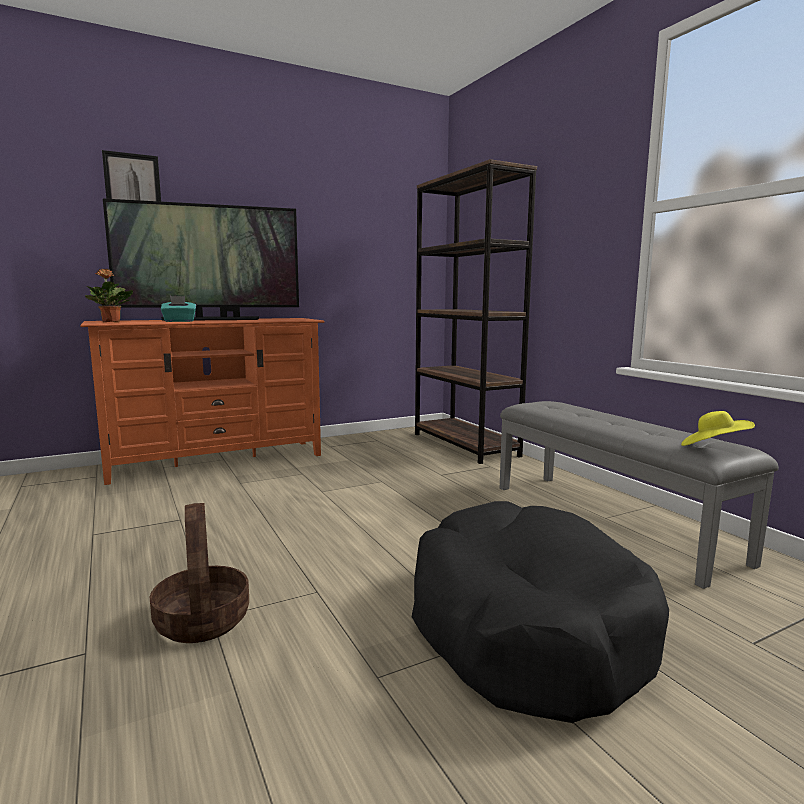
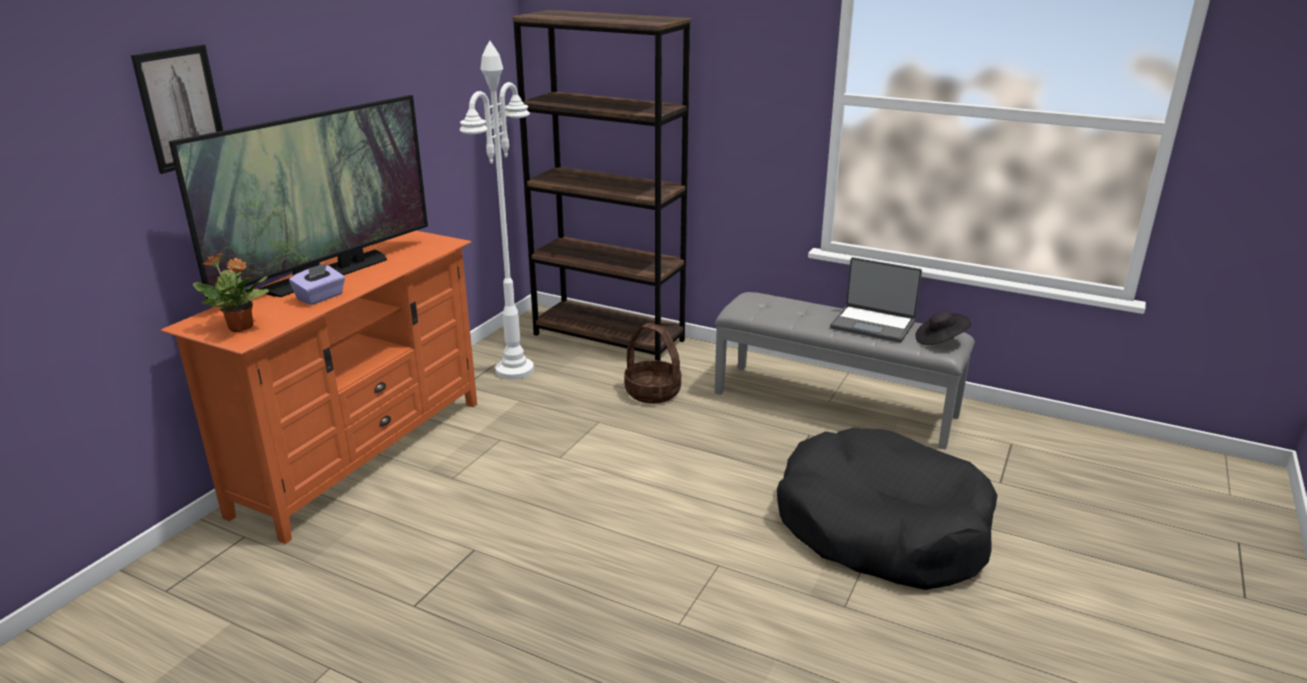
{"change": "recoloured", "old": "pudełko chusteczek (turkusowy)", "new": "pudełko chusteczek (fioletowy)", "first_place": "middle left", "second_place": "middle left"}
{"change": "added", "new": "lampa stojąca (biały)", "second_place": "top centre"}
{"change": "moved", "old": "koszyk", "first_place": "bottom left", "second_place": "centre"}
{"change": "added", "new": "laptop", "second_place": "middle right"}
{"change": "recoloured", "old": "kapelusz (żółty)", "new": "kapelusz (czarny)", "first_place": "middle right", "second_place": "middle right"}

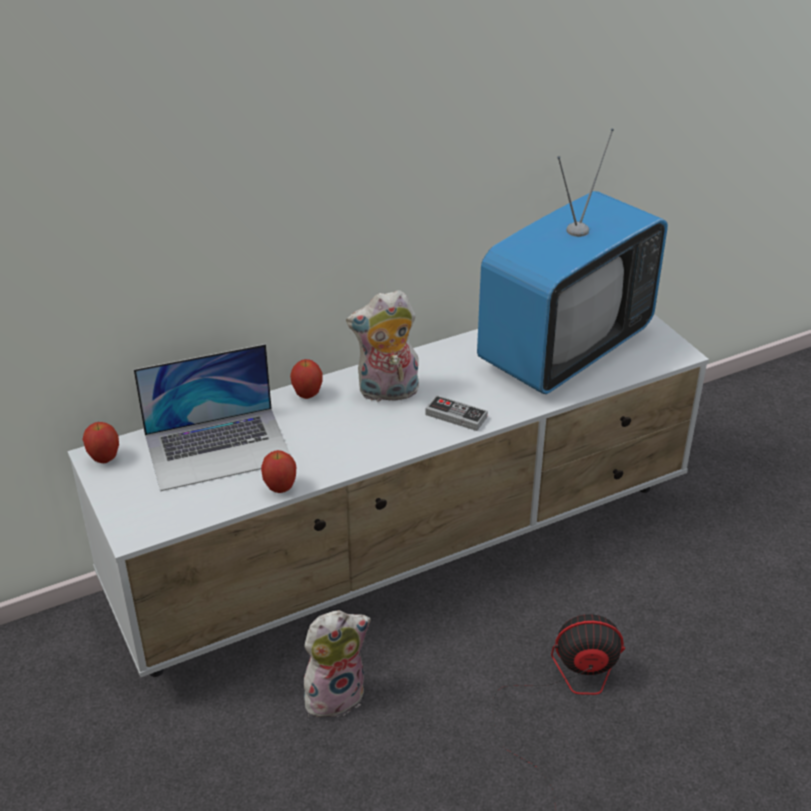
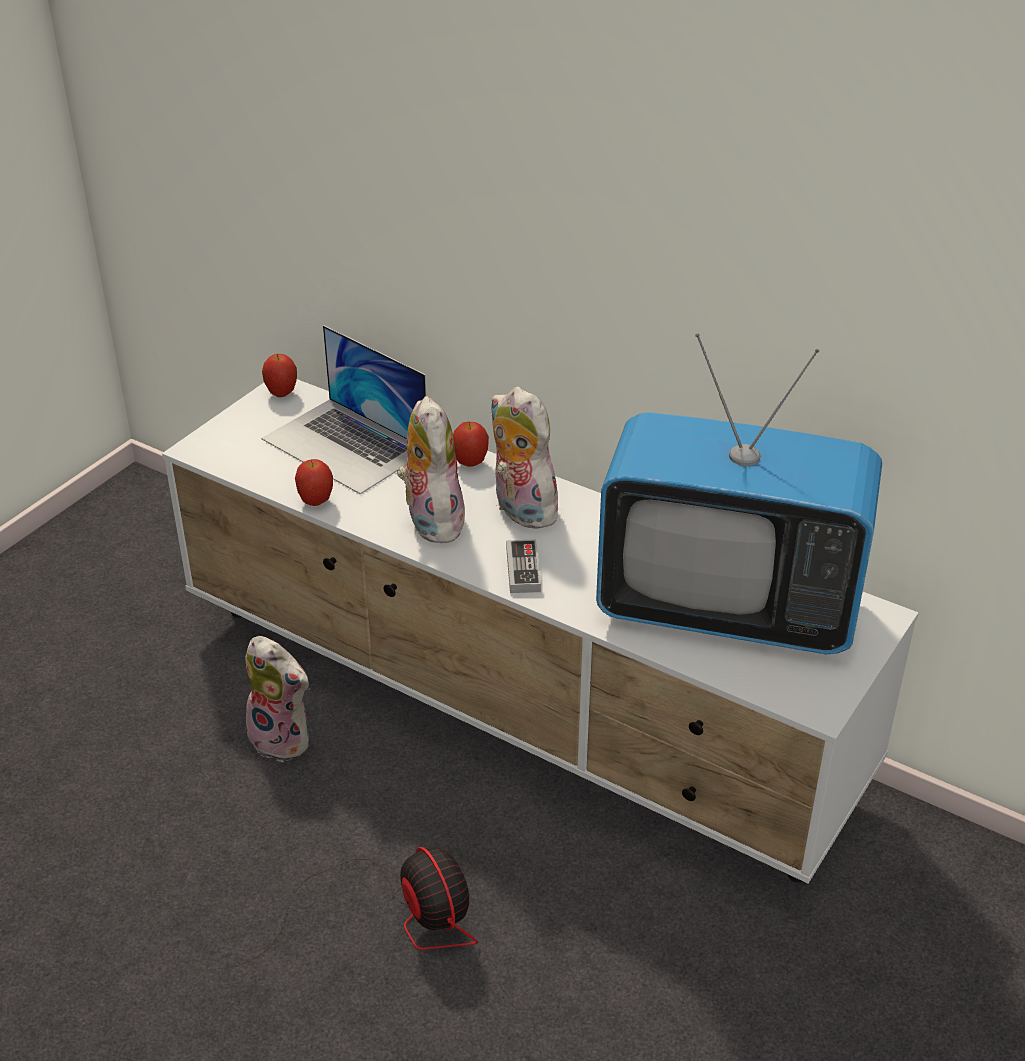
{"change": "added", "new": "pluszak (2nd from left)", "second_place": "centre"}

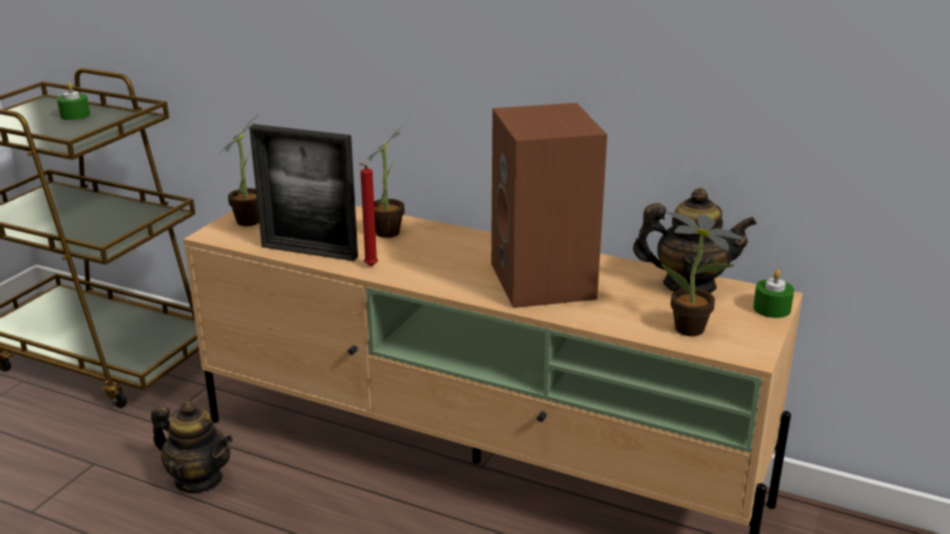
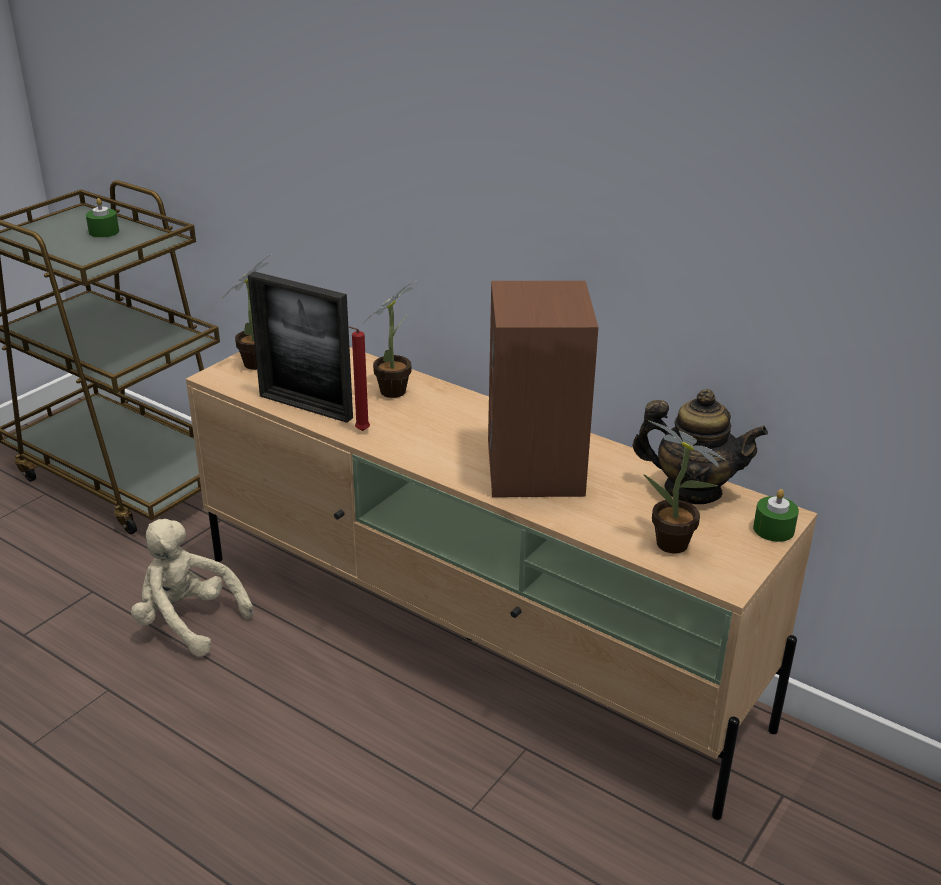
{"change": "replaced", "old": "imbryk (1st from left)", "new": "pluszak (beżowy)", "first_place": "bottom left", "second_place": "middle left"}

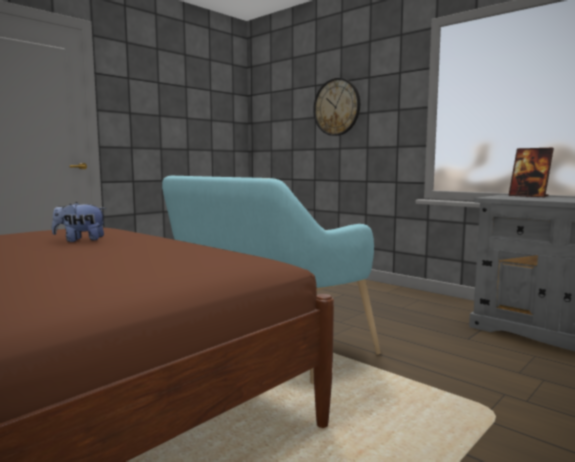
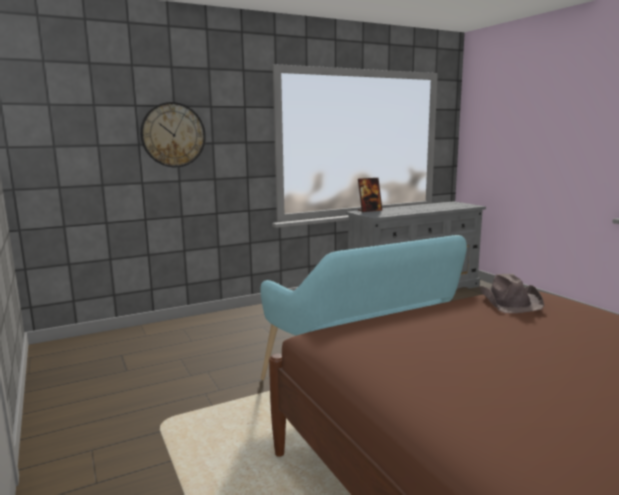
{"change": "added", "new": "kapelusz (brązowy)", "second_place": "middle right"}
{"change": "removed", "old": "pluszak", "first_place": "middle left"}

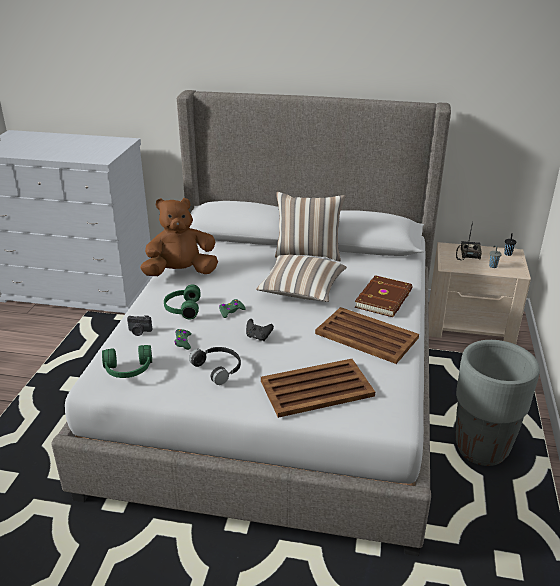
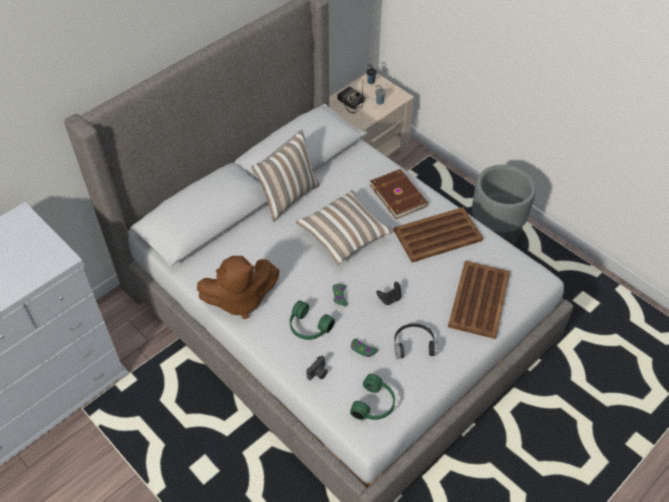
{"change": "turned", "old": "pluszak (brązowy)", "first_place": "middle left", "second_place": "centre", "degrees": -120}

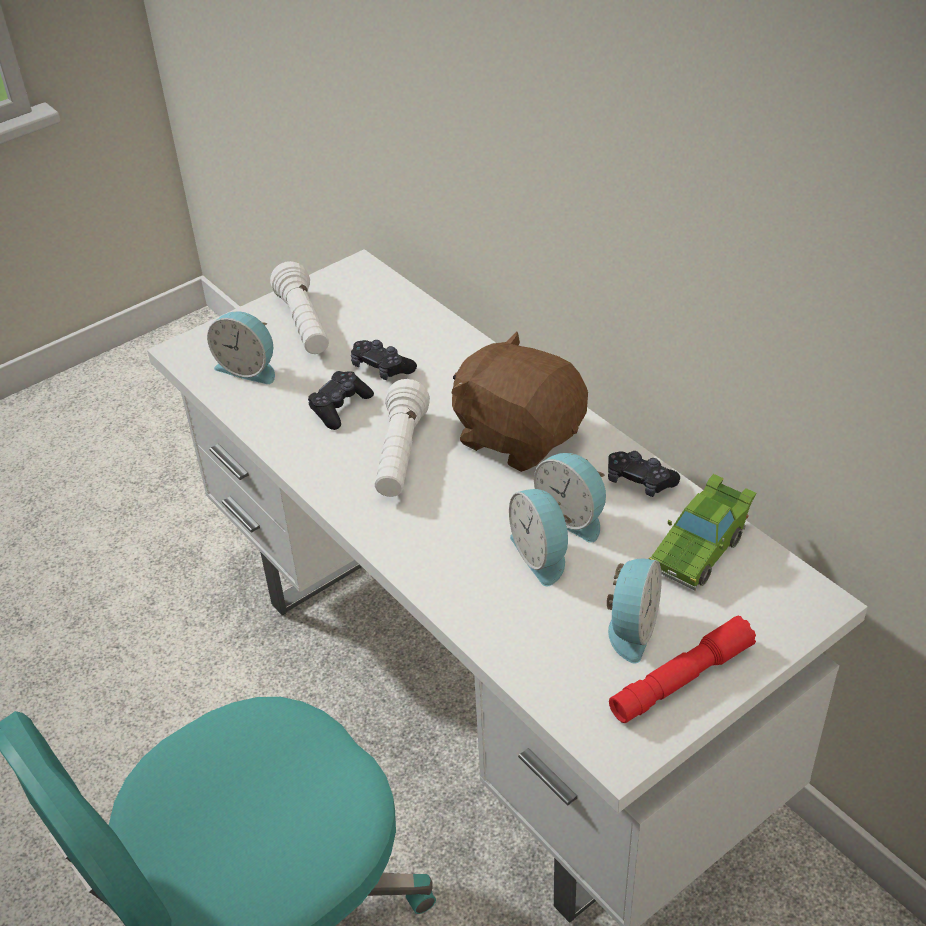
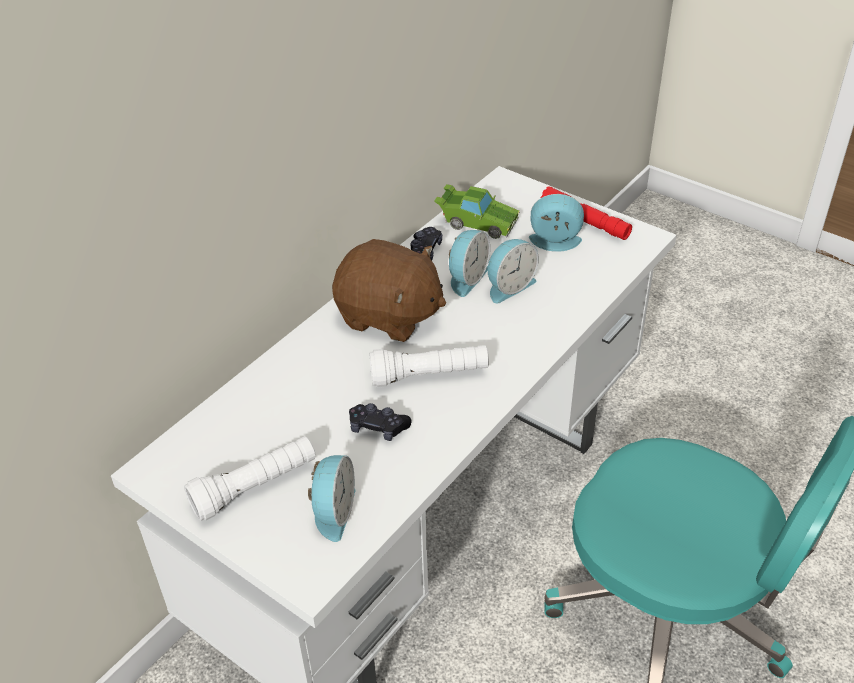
{"change": "turned", "old": "pluszak (brązowy)", "first_place": "centre", "second_place": "centre", "degrees": -90}
{"change": "removed", "old": "pad do gier (czarny) (2nd from left)", "first_place": "centre"}

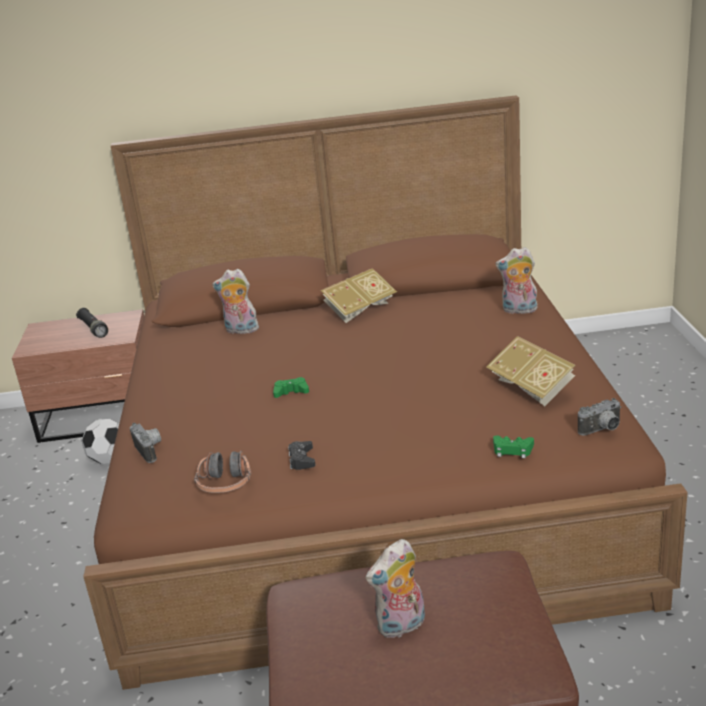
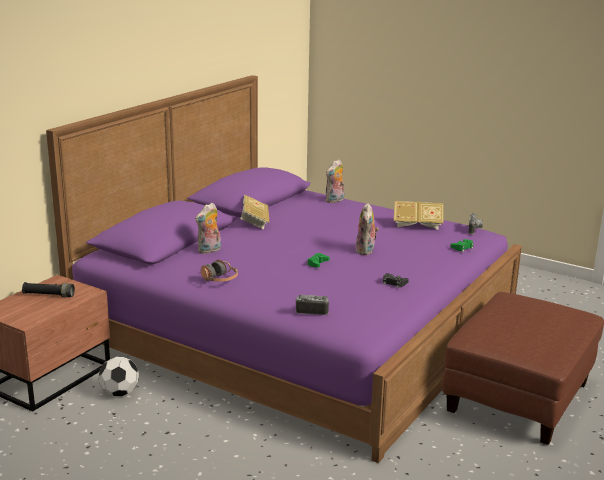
{"change": "recoloured", "old": "łóżko (brązowy)", "new": "łóżko (fioletowy)", "first_place": "centre", "second_place": "centre"}
{"change": "moved", "old": "słuchawki", "first_place": "bottom left", "second_place": "centre"}
{"change": "moved", "old": "pluszak (2nd from left in the first image)", "new": "pluszak (3rd from left)", "first_place": "bottom centre", "second_place": "centre"}

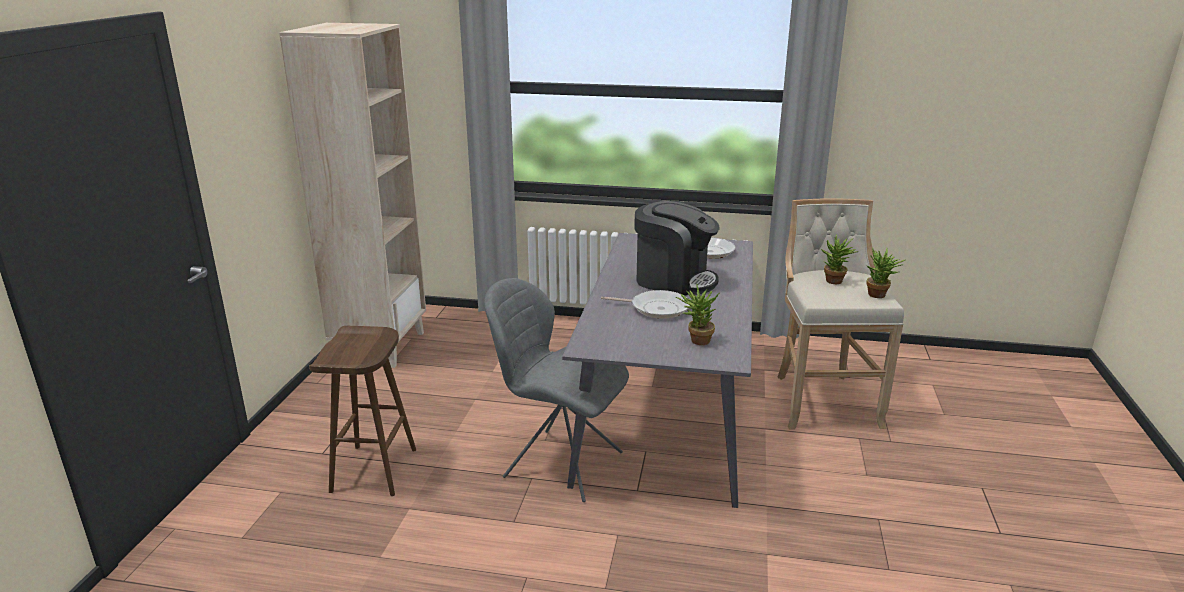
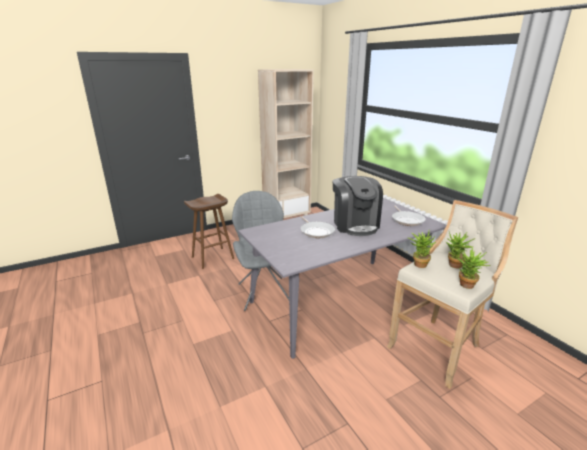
{"change": "moved", "old": "roślina doniczkowa (1st from left)", "first_place": "centre", "second_place": "middle right"}

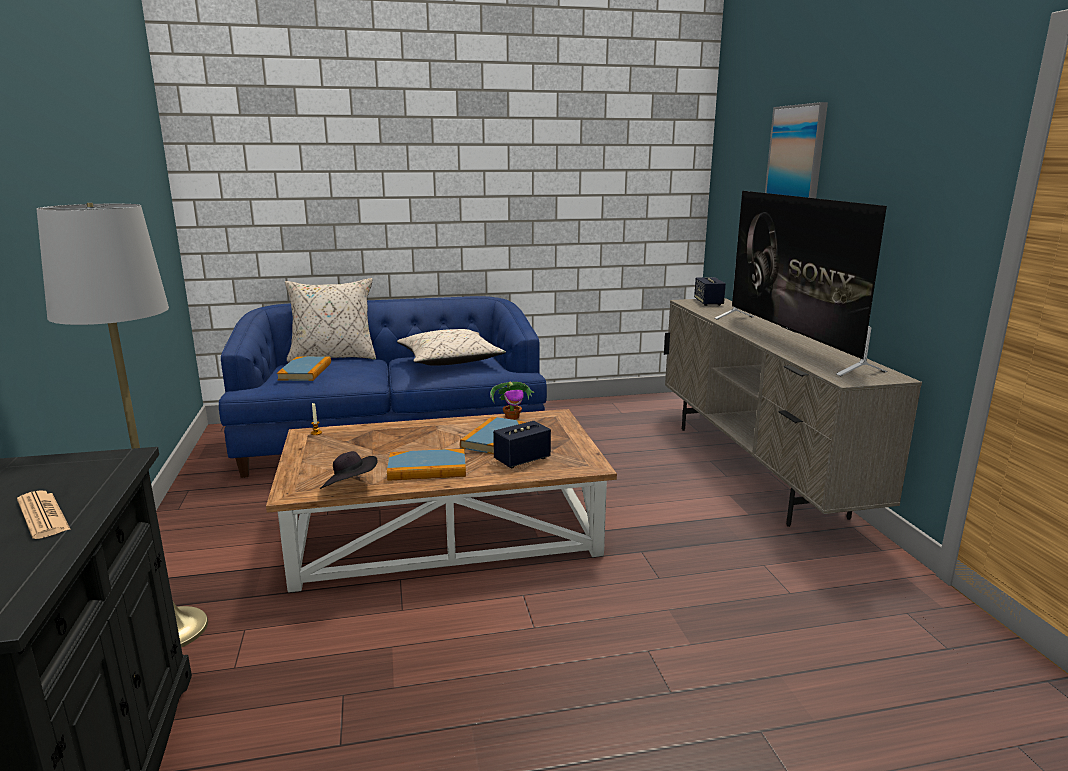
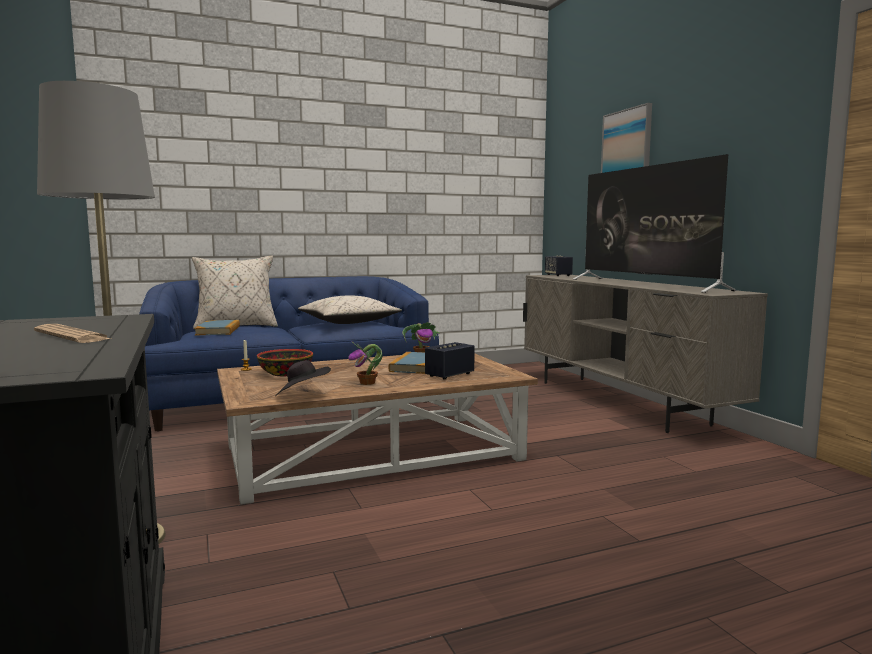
{"change": "added", "new": "miska", "second_place": "middle left"}
{"change": "replaced", "old": "książka (2nd from left)", "new": "roślina doniczkowa (1st from left)", "first_place": "centre", "second_place": "centre"}

